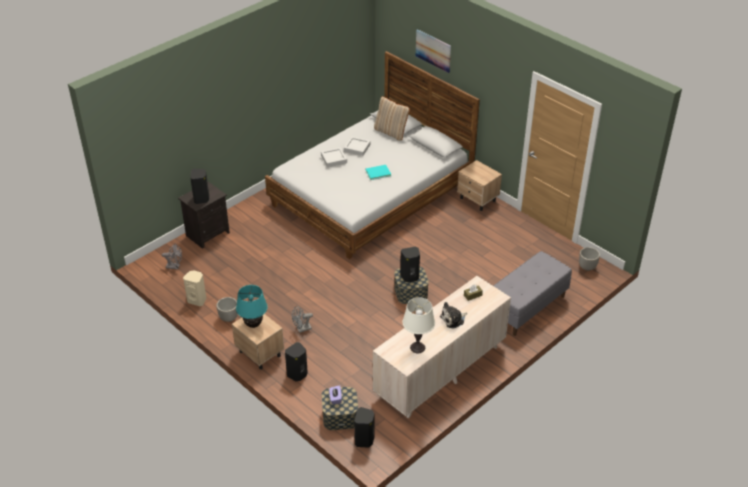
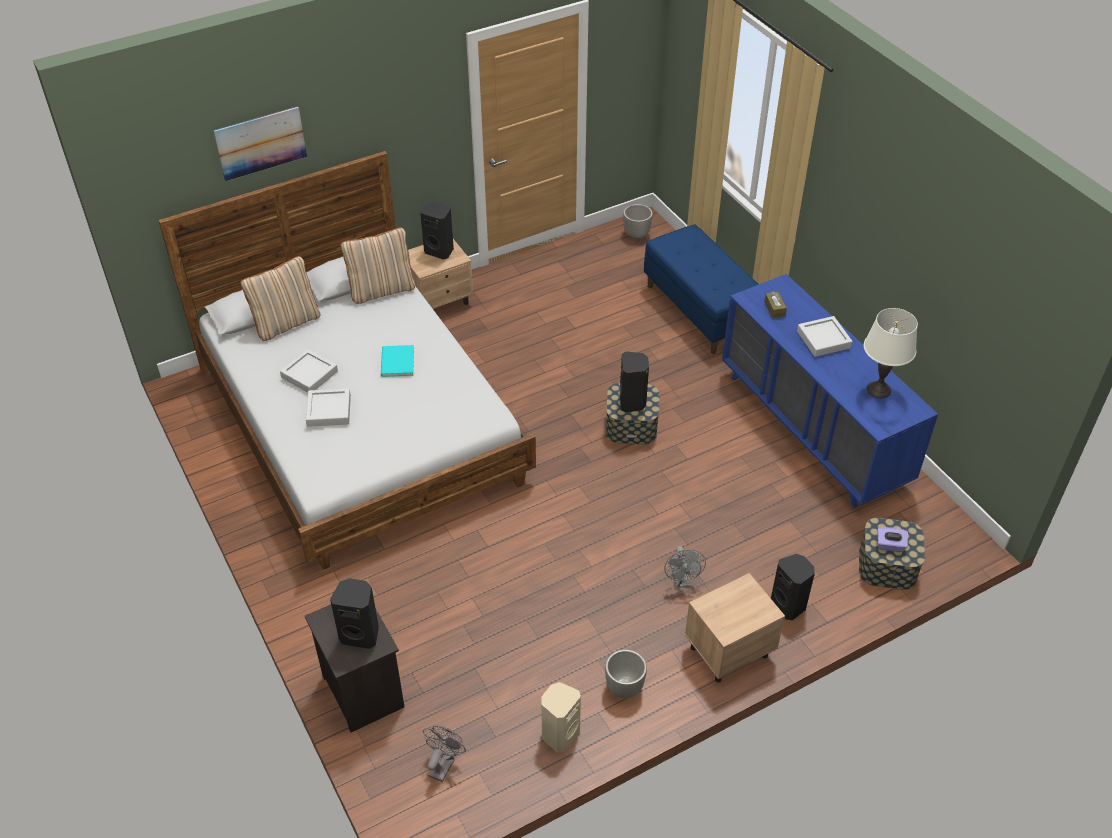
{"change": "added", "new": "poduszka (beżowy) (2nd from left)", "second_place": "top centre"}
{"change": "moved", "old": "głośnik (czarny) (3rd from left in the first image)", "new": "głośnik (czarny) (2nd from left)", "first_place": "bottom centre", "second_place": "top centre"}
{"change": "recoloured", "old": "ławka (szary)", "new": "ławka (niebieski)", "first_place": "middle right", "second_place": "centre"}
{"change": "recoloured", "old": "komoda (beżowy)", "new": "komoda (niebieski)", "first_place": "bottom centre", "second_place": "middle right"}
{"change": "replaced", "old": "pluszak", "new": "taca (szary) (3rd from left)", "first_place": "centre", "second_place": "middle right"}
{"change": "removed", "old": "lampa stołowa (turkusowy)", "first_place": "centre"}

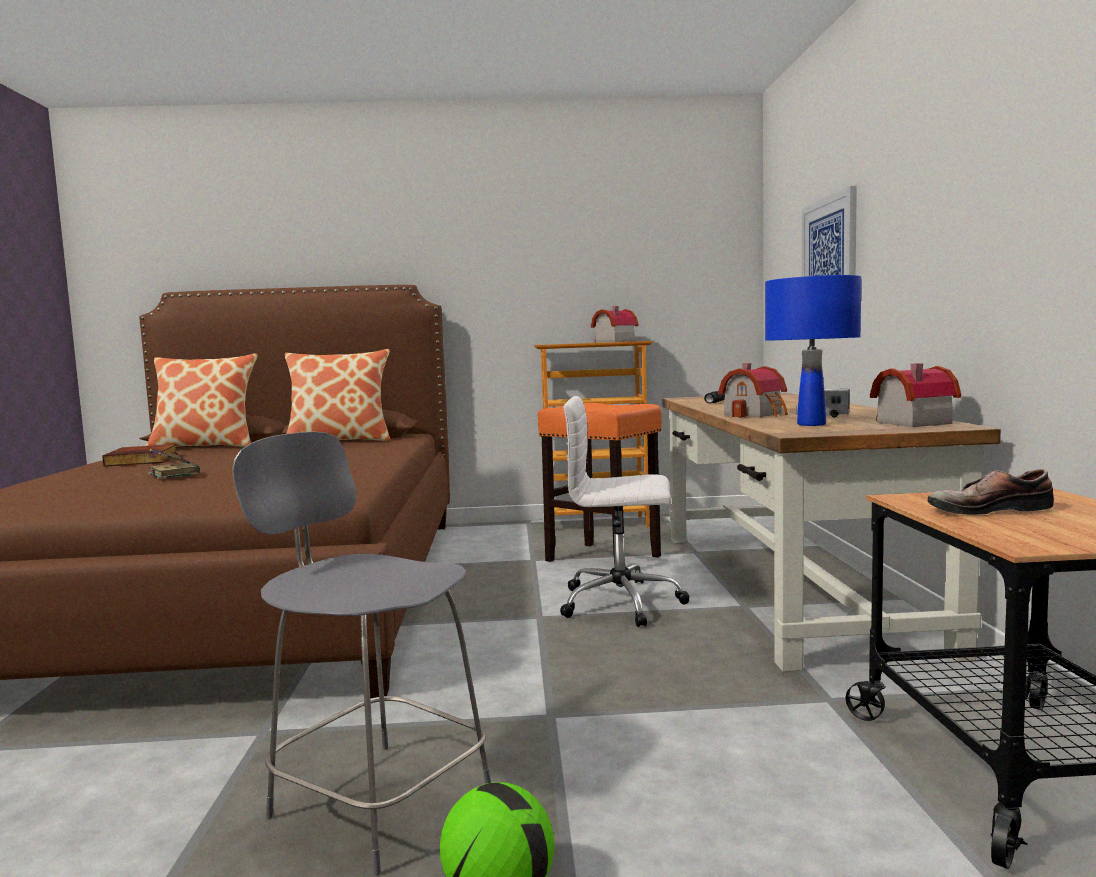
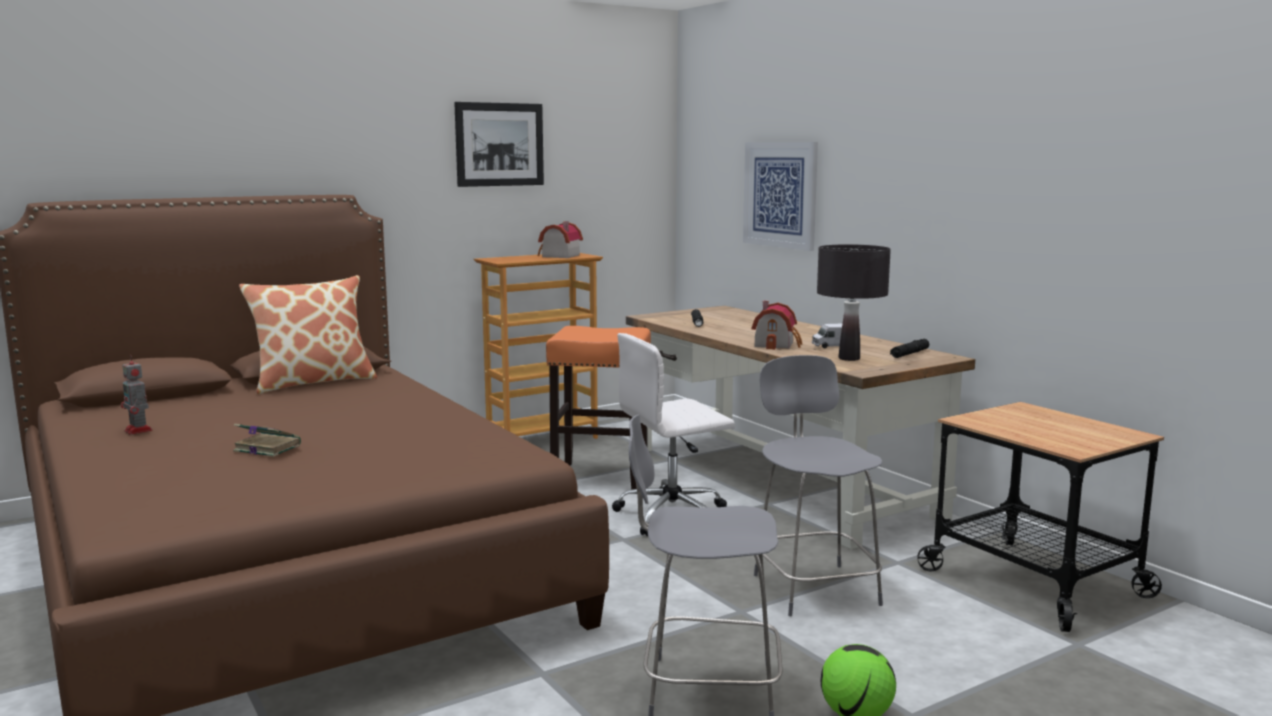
{"change": "replaced", "old": "książka (1st from left)", "new": "robot zabawkowy", "first_place": "middle left", "second_place": "middle left"}
{"change": "added", "new": "obraz (1st from left)", "second_place": "top centre"}
{"change": "added", "new": "stołek (szary) (2nd from left)", "second_place": "bottom centre"}
{"change": "recoloured", "old": "lampa stołowa (niebieski)", "new": "lampa stołowa (czarny)", "first_place": "middle right", "second_place": "middle right"}
{"change": "replaced", "old": "domek (3rd from left)", "new": "latarka (czarny) (2nd from left)", "first_place": "middle right", "second_place": "middle right"}
{"change": "removed", "old": "poduszka (1st from left)", "first_place": "middle left"}
{"change": "removed", "old": "but", "first_place": "middle right"}

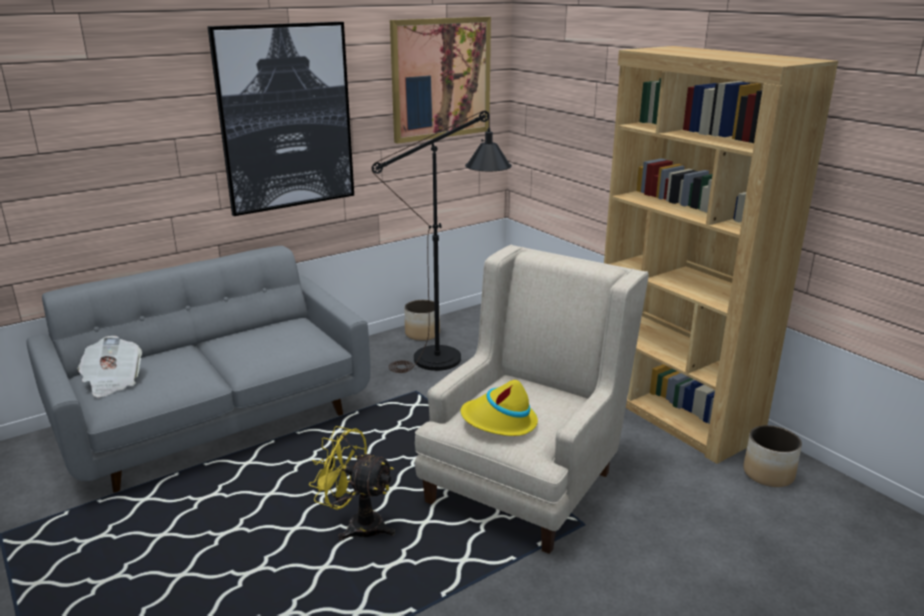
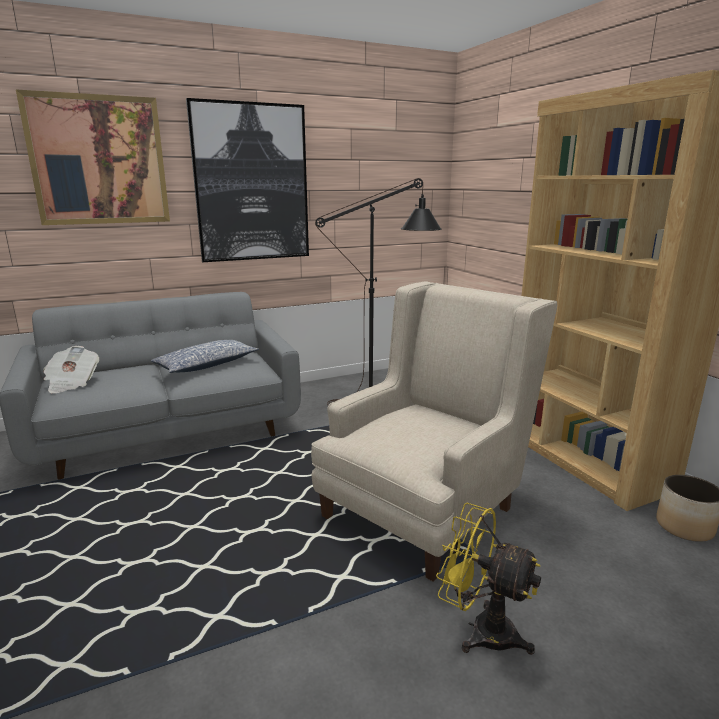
{"change": "moved", "old": "obraz (2nd from left in the first image)", "new": "obraz (1st from left)", "first_place": "top centre", "second_place": "top left"}
{"change": "added", "new": "poduszka", "second_place": "middle left"}
{"change": "moved", "old": "wentylator (żółty)", "first_place": "bottom centre", "second_place": "bottom right"}
{"change": "removed", "old": "donica (1st from left)", "first_place": "centre"}
{"change": "removed", "old": "kapelusz (żółty)", "first_place": "centre"}

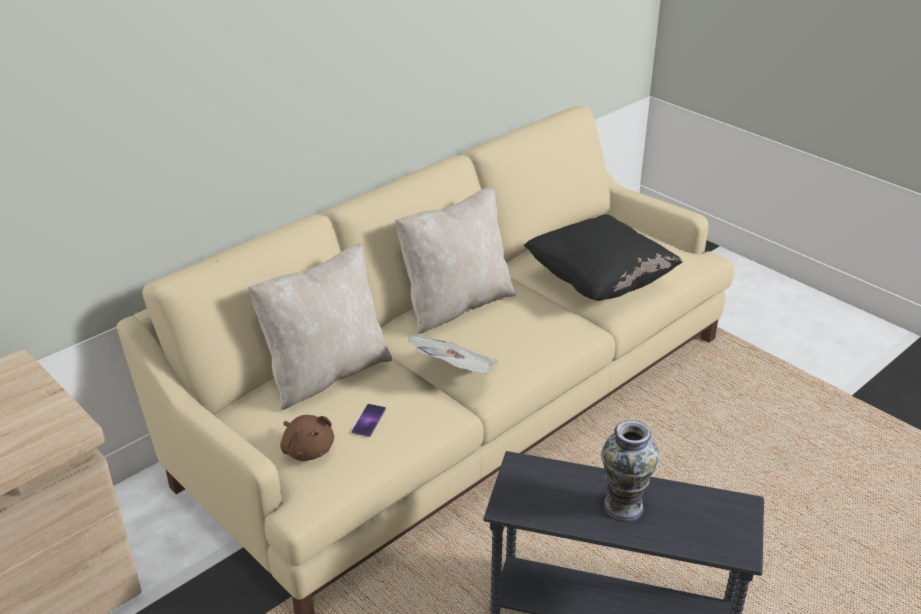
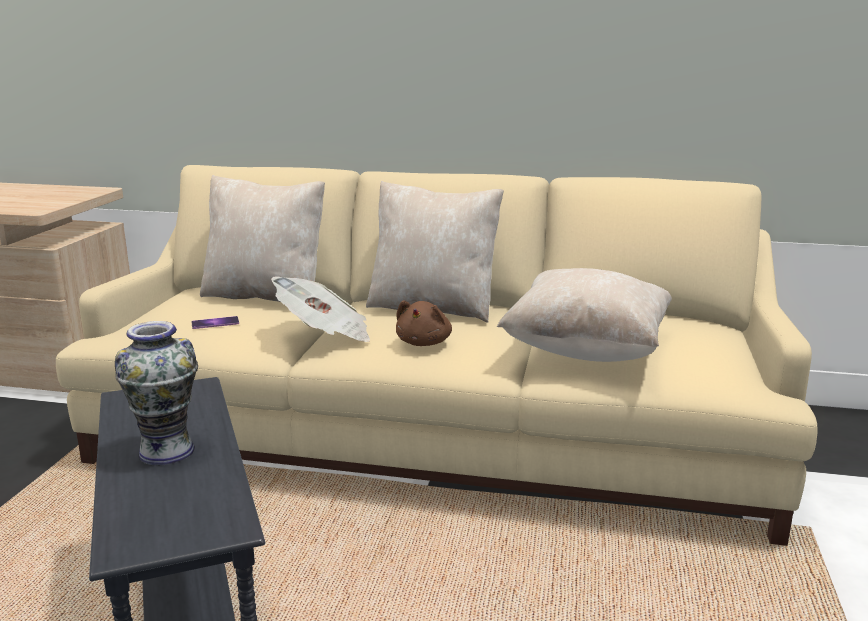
{"change": "moved", "old": "pluszak (brązowy)", "first_place": "bottom centre", "second_place": "centre"}
{"change": "recoloured", "old": "poduszka (czarny)", "new": "poduszka (beżowy) (3rd from left)", "first_place": "centre", "second_place": "middle right"}

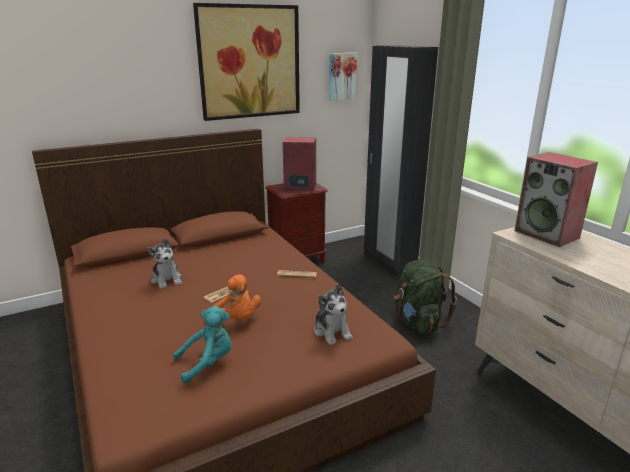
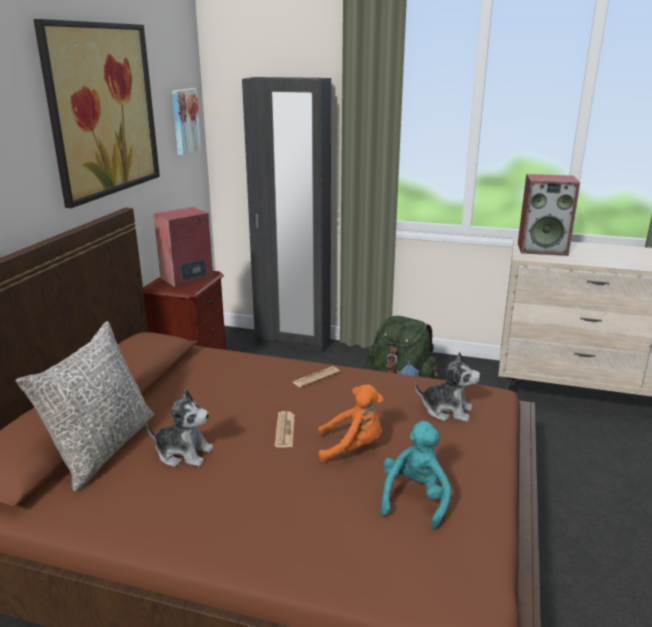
{"change": "added", "new": "poduszka (szary)", "second_place": "middle left"}

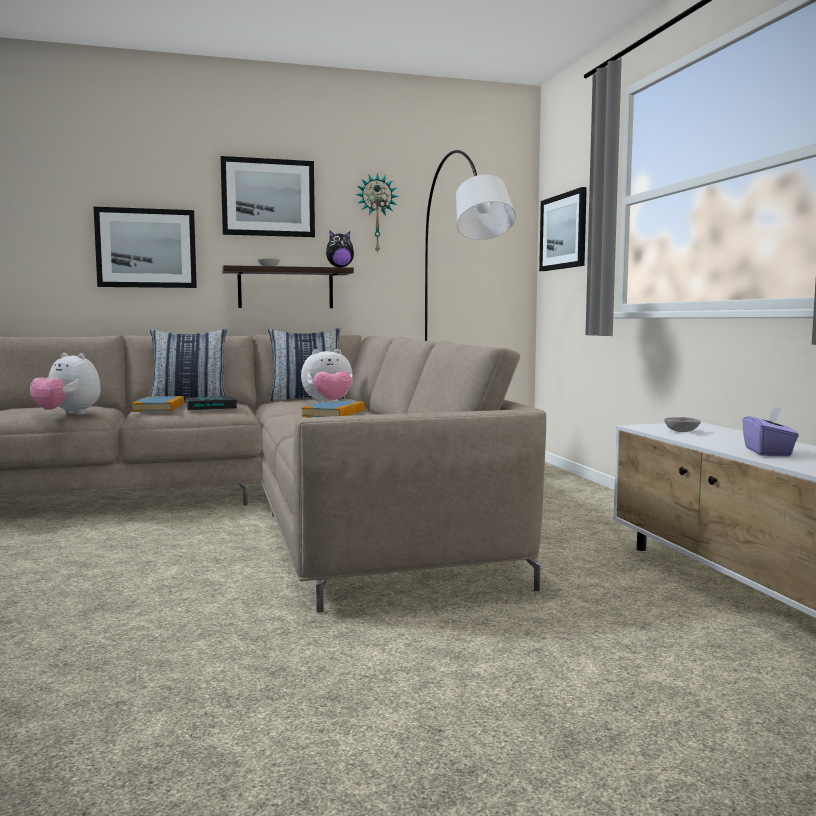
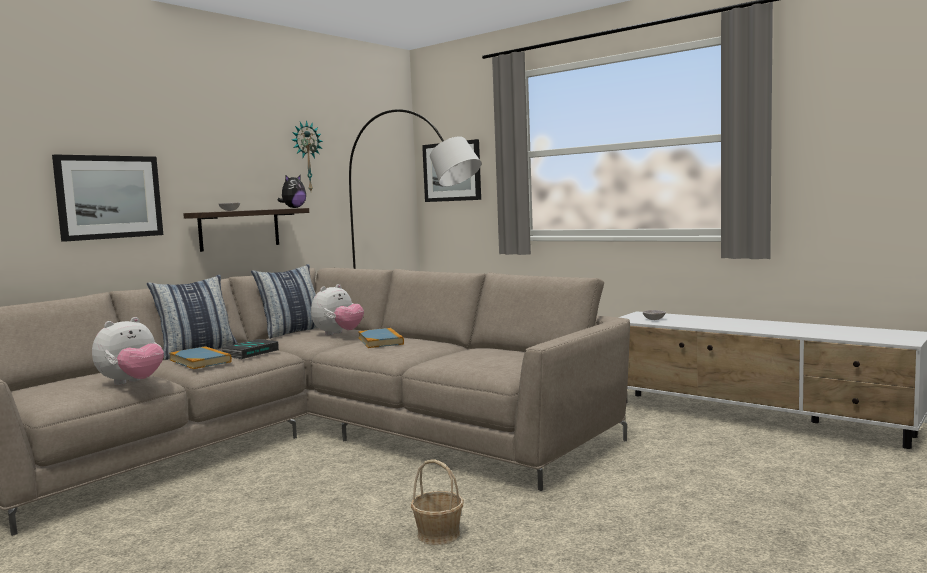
{"change": "turned", "old": "pluszak (1st from left)", "first_place": "middle left", "second_place": "middle left", "degrees": -45}
{"change": "added", "new": "koszyk", "second_place": "bottom centre"}
{"change": "removed", "old": "obraz (2nd from left)", "first_place": "top left"}
{"change": "removed", "old": "pudełko chusteczek (fioletowy)", "first_place": "middle right"}

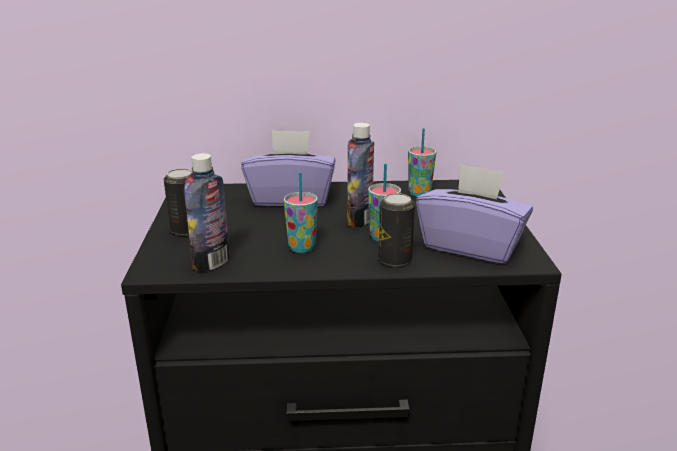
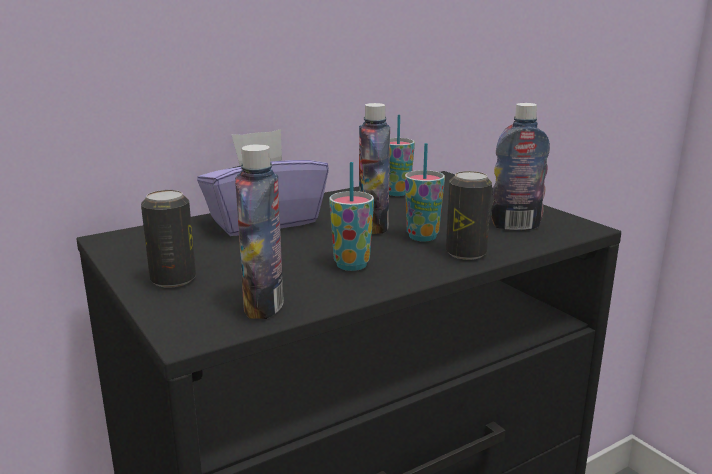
{"change": "replaced", "old": "pudełko chusteczek (fioletowy) (2nd from left)", "new": "butelka (3rd from left)", "first_place": "middle right", "second_place": "middle right"}

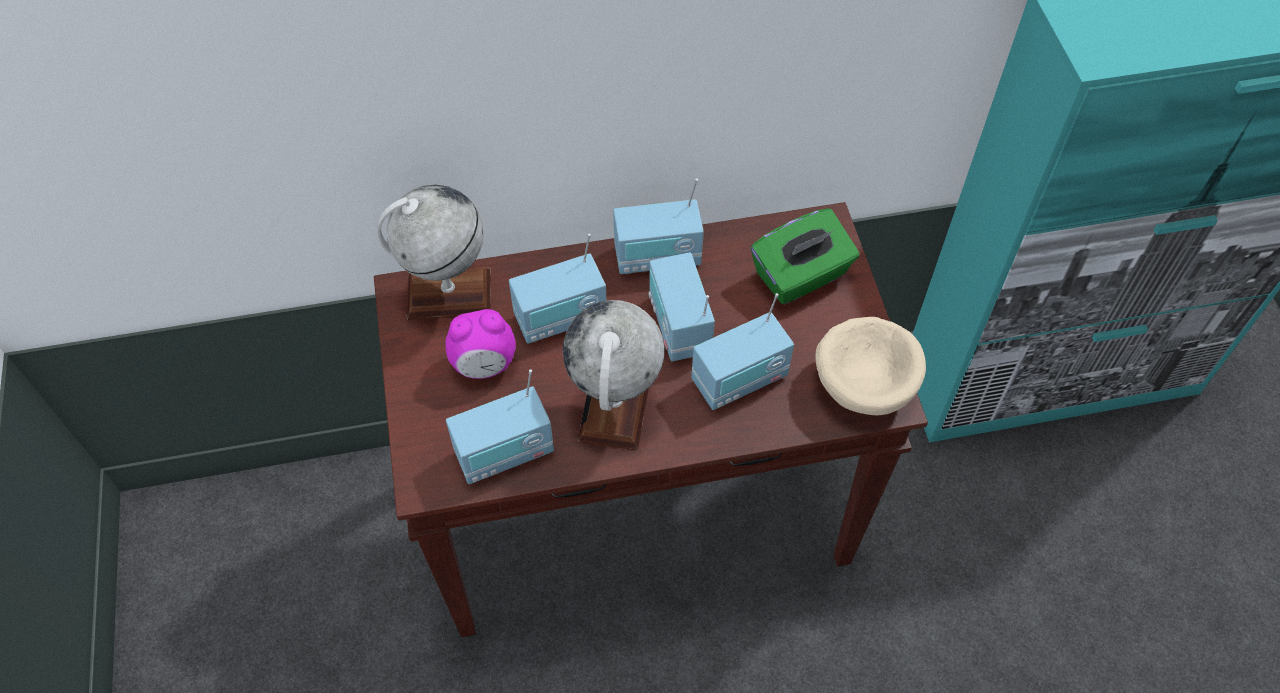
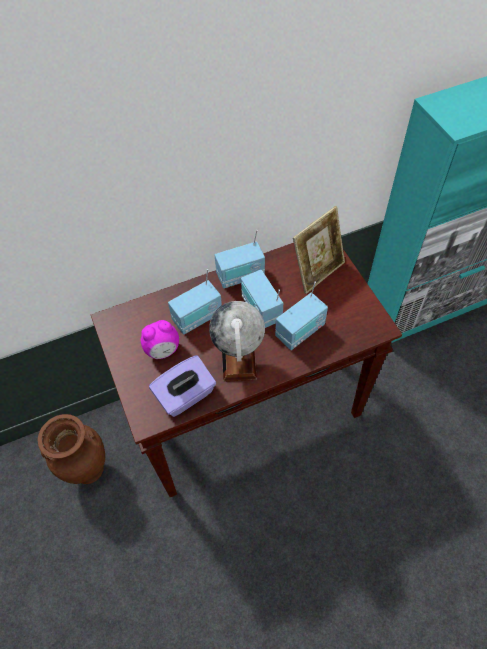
{"change": "added", "new": "wazon (brązowy)", "second_place": "bottom left"}
{"change": "replaced", "old": "radio (1st from left)", "new": "pudełko chusteczek (fioletowy)", "first_place": "centre", "second_place": "centre"}
{"change": "replaced", "old": "pudełko chusteczek (zielony)", "new": "ramka na zdjęcie", "first_place": "centre", "second_place": "centre"}
{"change": "removed", "old": "globus (1st from left)", "first_place": "centre"}
{"change": "removed", "old": "miska (beżowy)", "first_place": "middle right"}

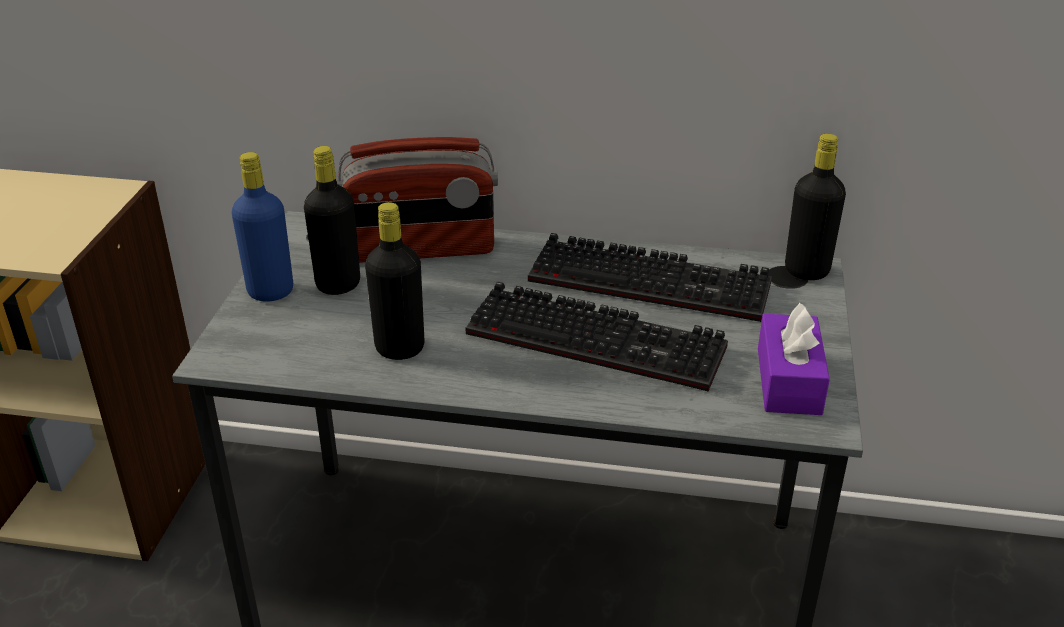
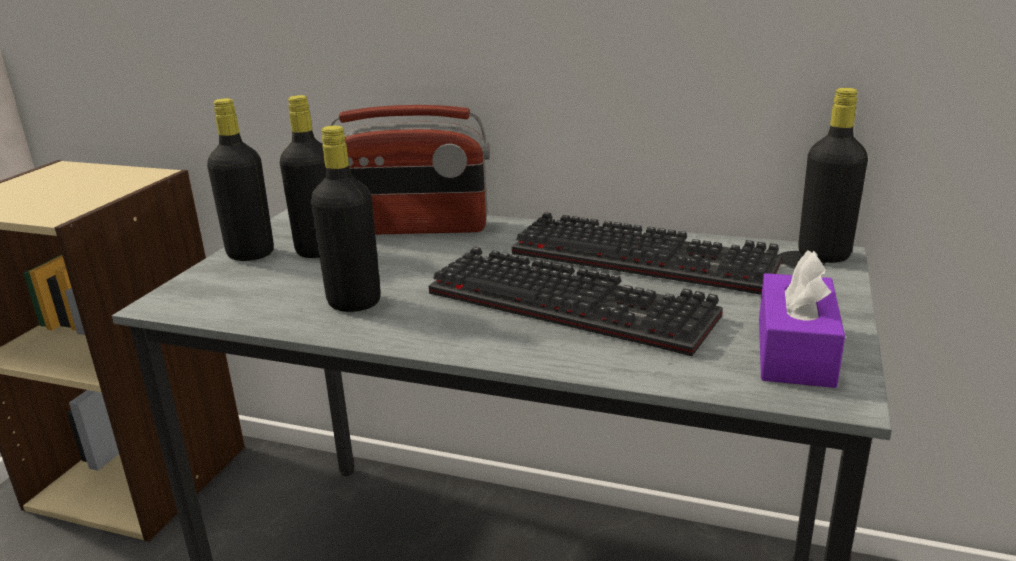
{"change": "recoloured", "old": "butelka (niebieski)", "new": "butelka (czarny) (1st from left)", "first_place": "middle left", "second_place": "top left"}

